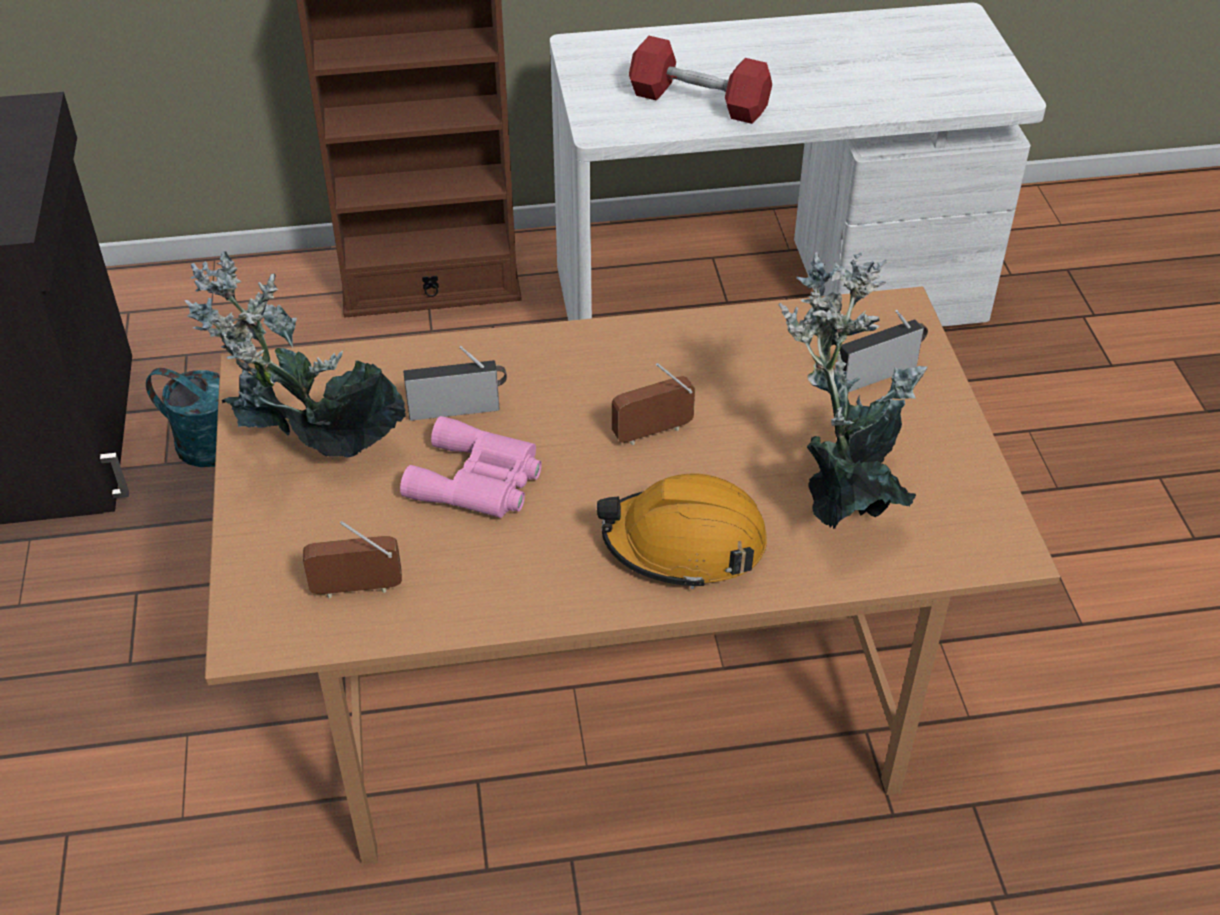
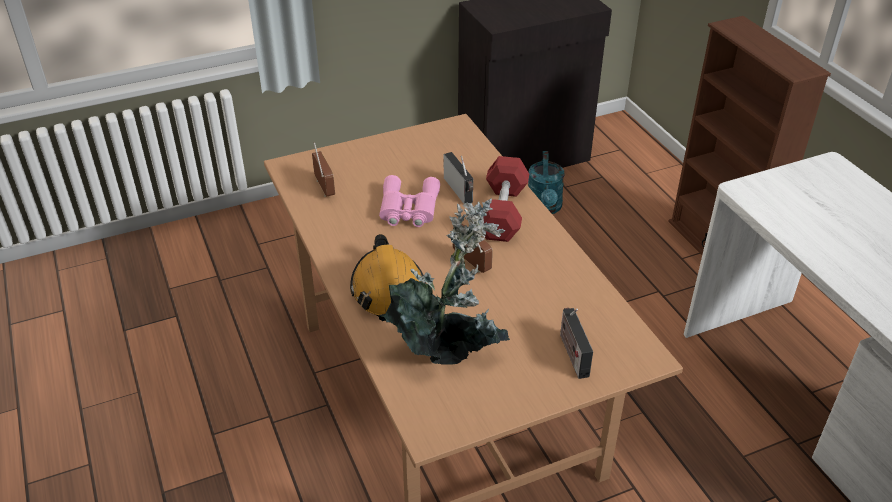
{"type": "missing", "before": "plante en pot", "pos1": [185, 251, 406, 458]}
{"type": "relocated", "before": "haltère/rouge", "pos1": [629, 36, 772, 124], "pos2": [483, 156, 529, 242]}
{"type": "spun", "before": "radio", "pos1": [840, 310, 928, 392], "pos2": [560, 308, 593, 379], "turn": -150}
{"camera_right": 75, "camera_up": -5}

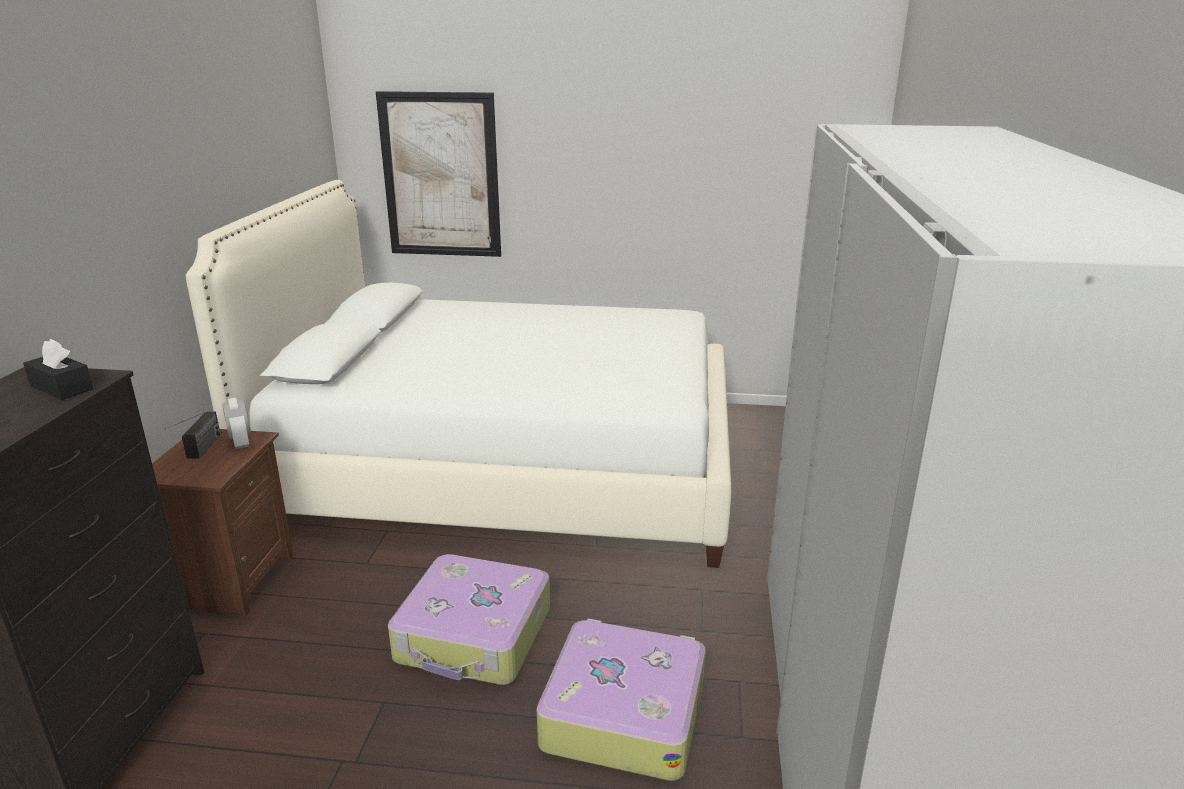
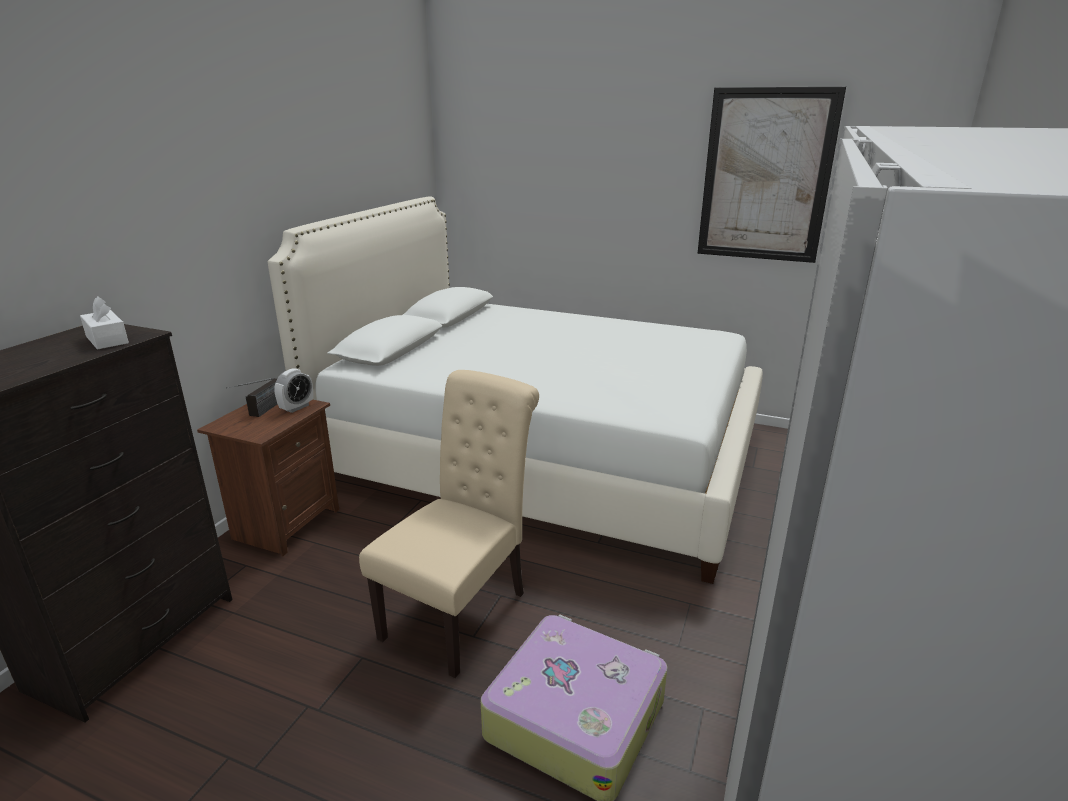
{"type": "colour", "before": "boîte à mouchoirs/noir", "after": "boîte à mouchoirs/blanc", "pos1": [23, 339, 93, 400], "pos2": [80, 296, 129, 349]}
{"type": "spun", "before": "réveil", "pos1": [222, 398, 251, 449], "pos2": [274, 368, 313, 413], "turn": -135}
{"type": "relocated", "before": "tableau", "pos1": [376, 91, 501, 257], "pos2": [697, 87, 846, 263]}
{"type": "exchanged", "before": "valise", "after": "chaise/beige", "pos1": [388, 554, 550, 685], "pos2": [359, 370, 539, 678]}
{"camera_right": 15, "camera_up": 0}

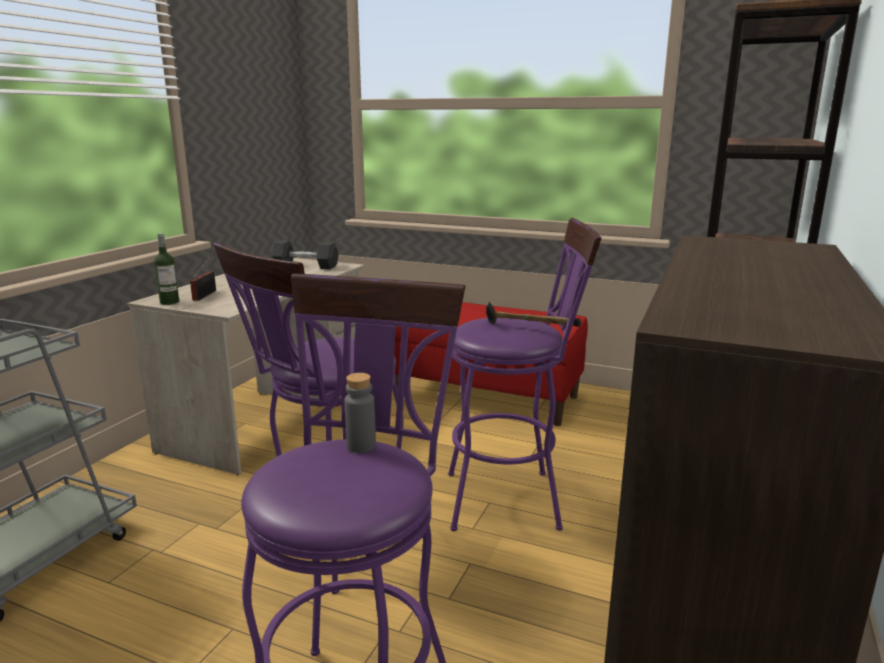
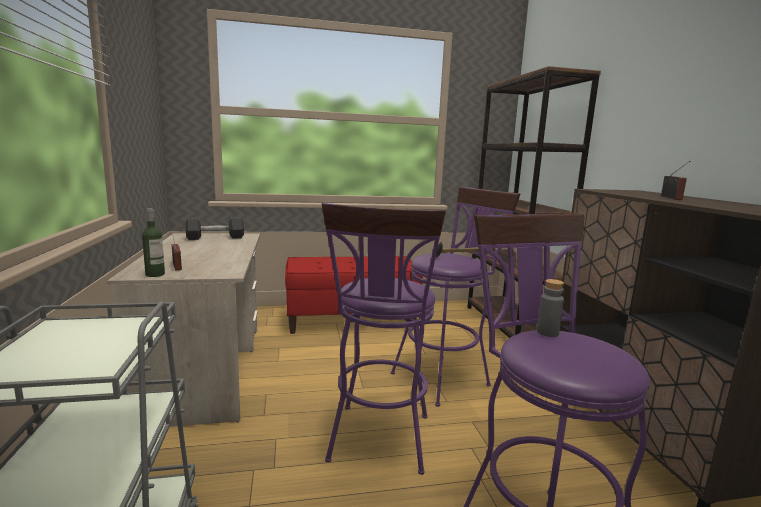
{"type": "appeared", "after": "radio", "pos2": [661, 161, 690, 200]}
{"camera_right": -35, "camera_up": -5}

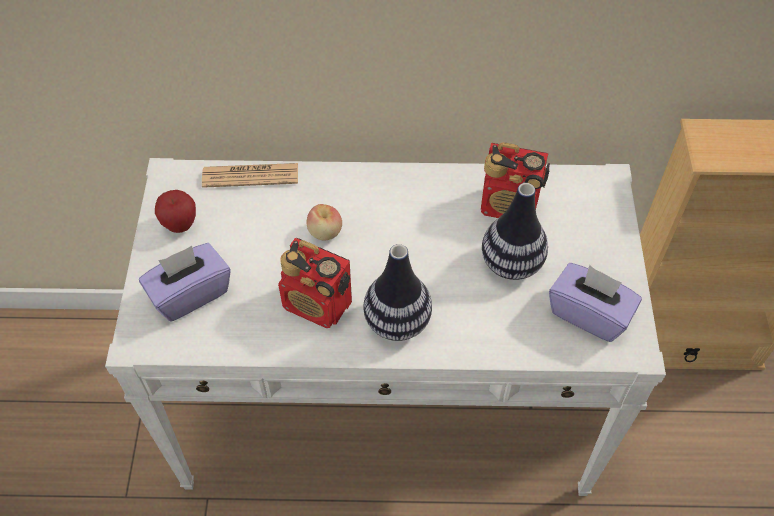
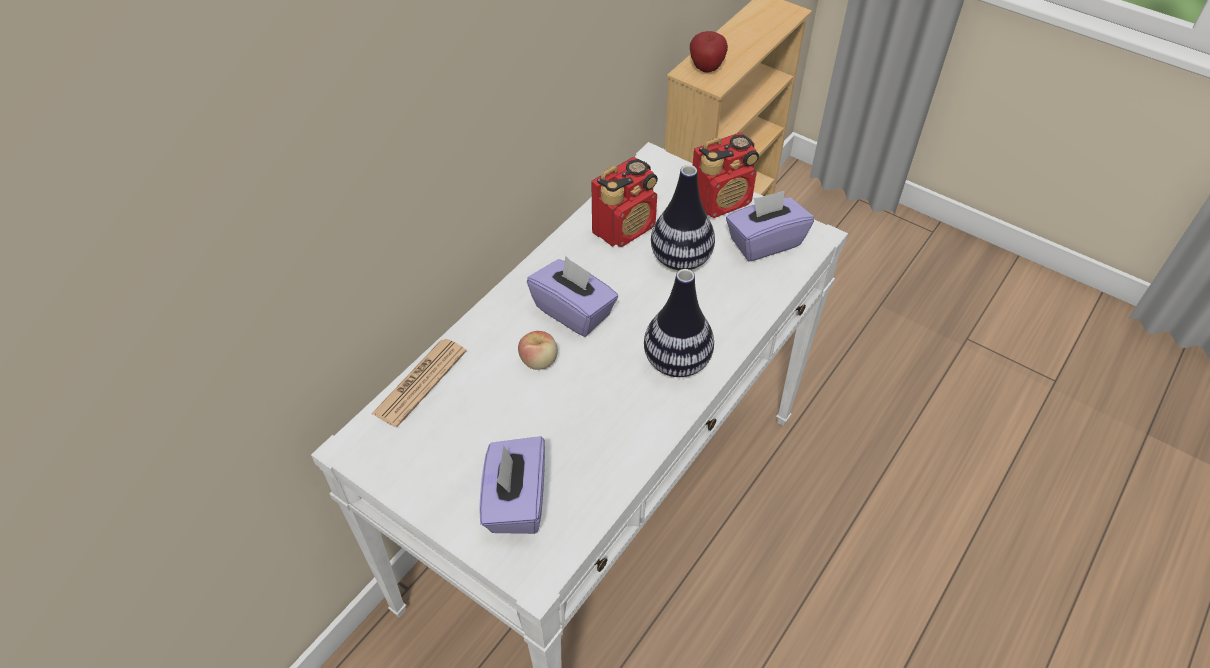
{"type": "relocated", "before": "pomme", "pos1": [155, 190, 196, 233], "pos2": [690, 31, 728, 73]}
{"type": "relocated", "before": "radio", "pos1": [278, 238, 352, 328], "pos2": [692, 132, 759, 218]}
{"type": "appeared", "after": "boîte à mouchoirs/violet", "pos2": [527, 256, 618, 337]}
{"camera_right": -55, "camera_up": -5}

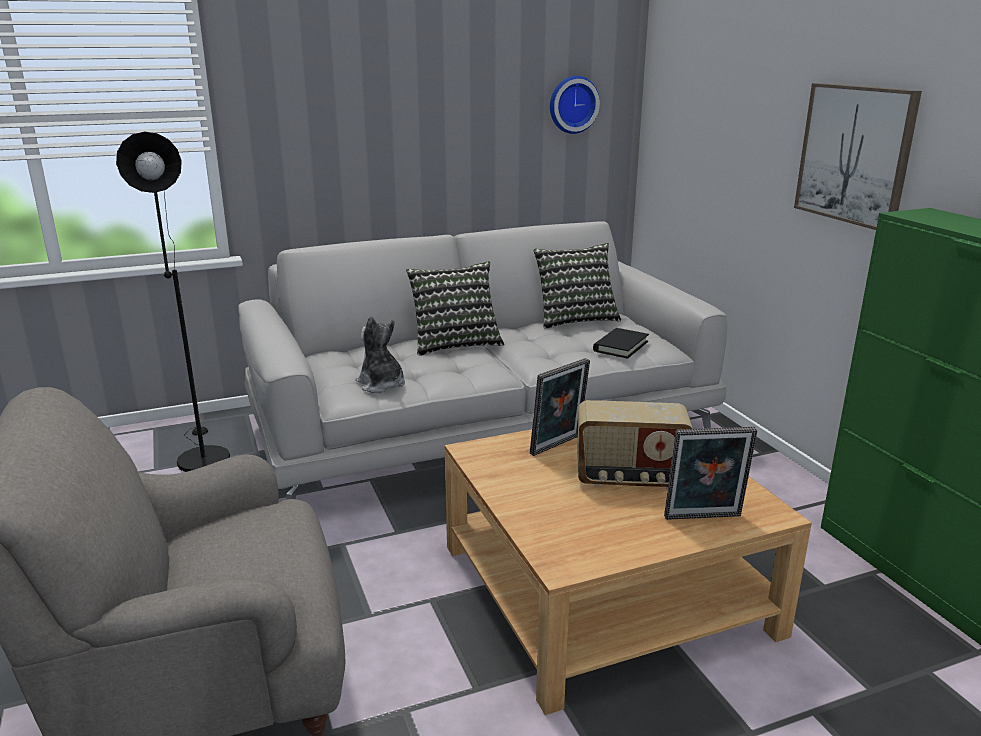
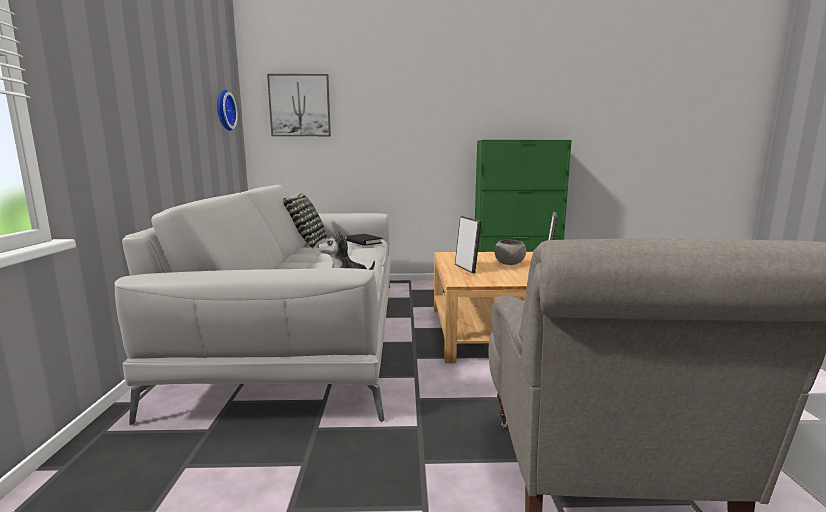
{"type": "missing", "before": "lampadaire/noir", "pos1": [116, 132, 230, 472]}
{"type": "missing", "before": "coussin", "pos1": [406, 261, 504, 356]}
{"type": "exchanged", "before": "radio", "after": "bol/gris", "pos1": [577, 400, 693, 490], "pos2": [495, 240, 526, 265]}
{"type": "relocated", "before": "tableau", "pos1": [794, 83, 922, 230], "pos2": [267, 74, 331, 136]}
{"camera_right": -70, "camera_up": -10}

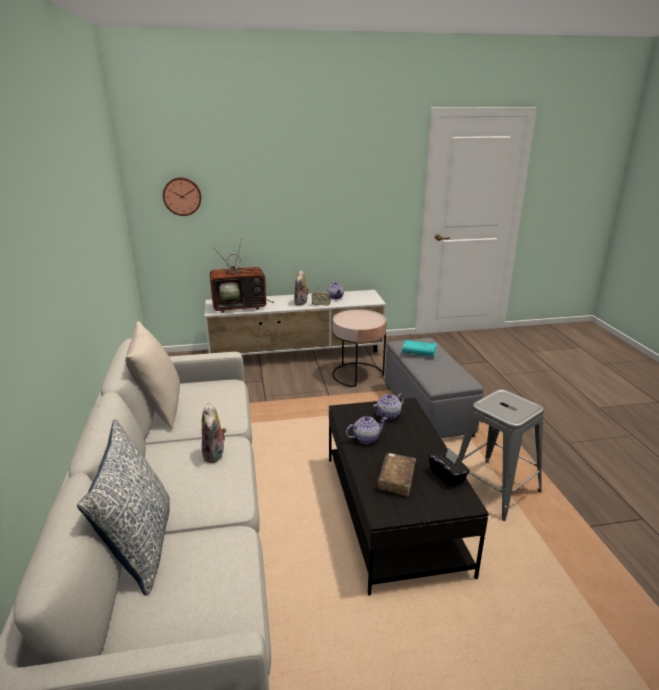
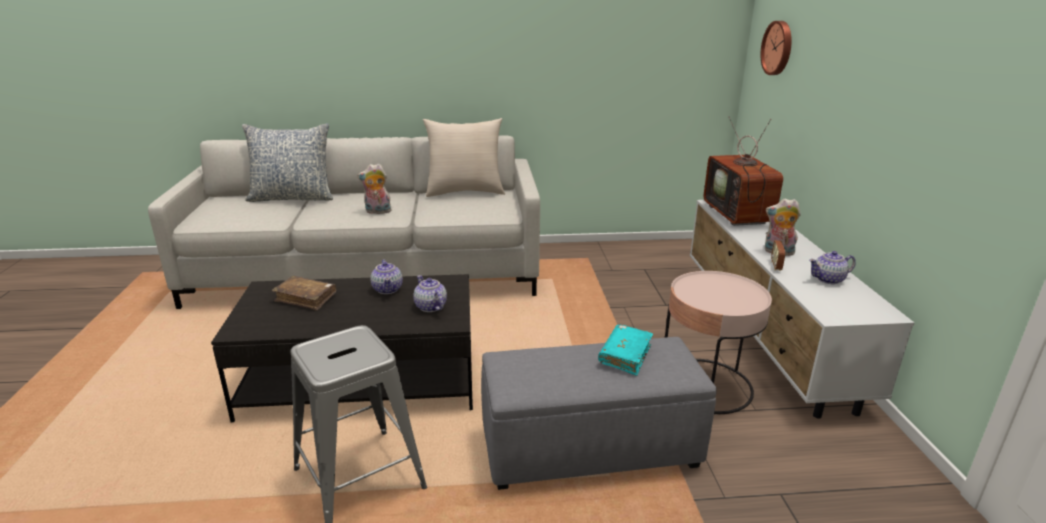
{"type": "missing", "before": "boîte à mouchoirs/noir", "pos1": [429, 447, 470, 487]}
{"camera_right": 95, "camera_up": 0}

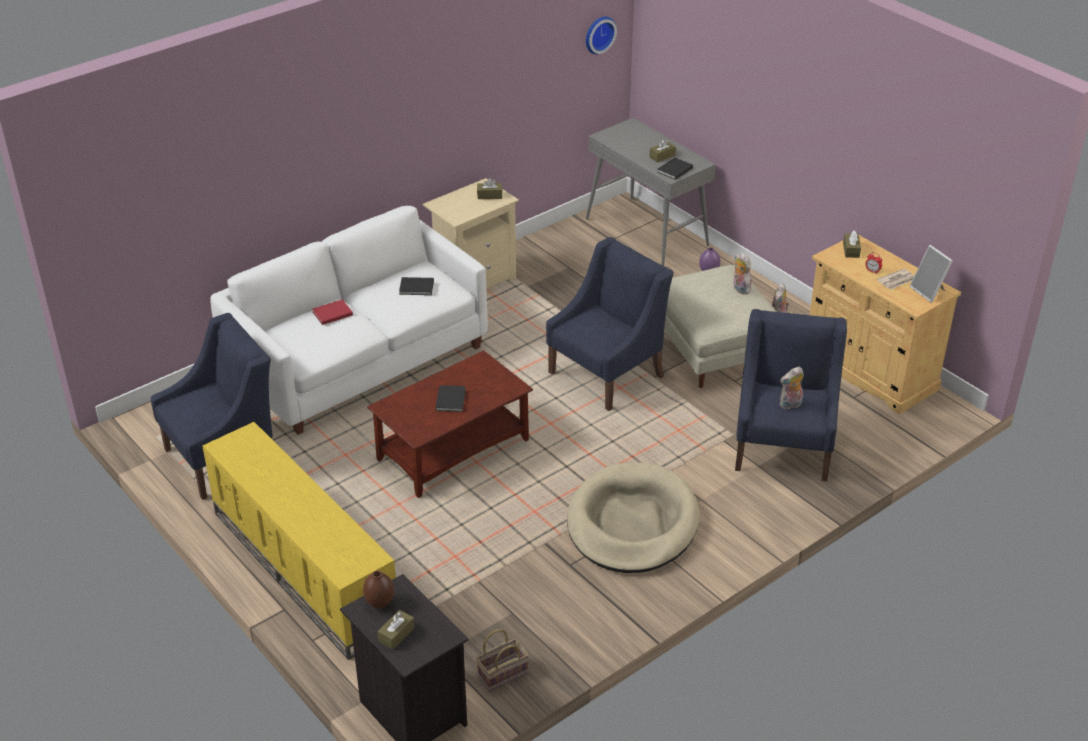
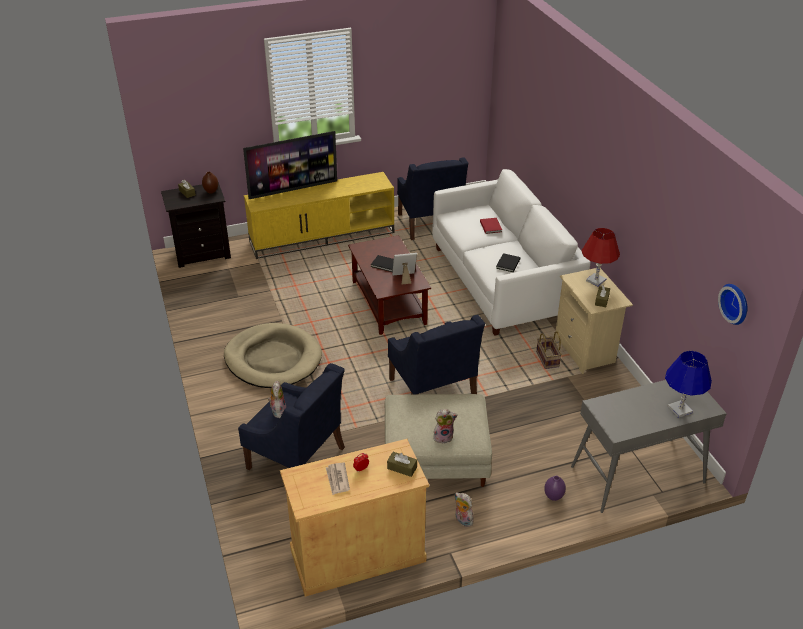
{"type": "relocated", "before": "panier", "pos1": [476, 629, 529, 691], "pos2": [536, 331, 562, 369]}
{"type": "missing", "before": "boîte à mouchoirs/marron", "pos1": [649, 139, 676, 163]}
{"type": "missing", "before": "livre/noir", "pos1": [657, 158, 693, 180]}
{"type": "relocated", "before": "cadre photo", "pos1": [910, 245, 953, 303], "pos2": [392, 253, 417, 285]}
{"type": "appeared", "after": "téléviseur", "pos2": [243, 131, 337, 199]}
{"type": "appeared", "after": "lampe de table/rouge", "pos2": [582, 228, 620, 287]}
{"type": "appeared", "after": "lampe de table/bleu", "pos2": [665, 351, 712, 418]}
{"camera_right": 110, "camera_up": 0}

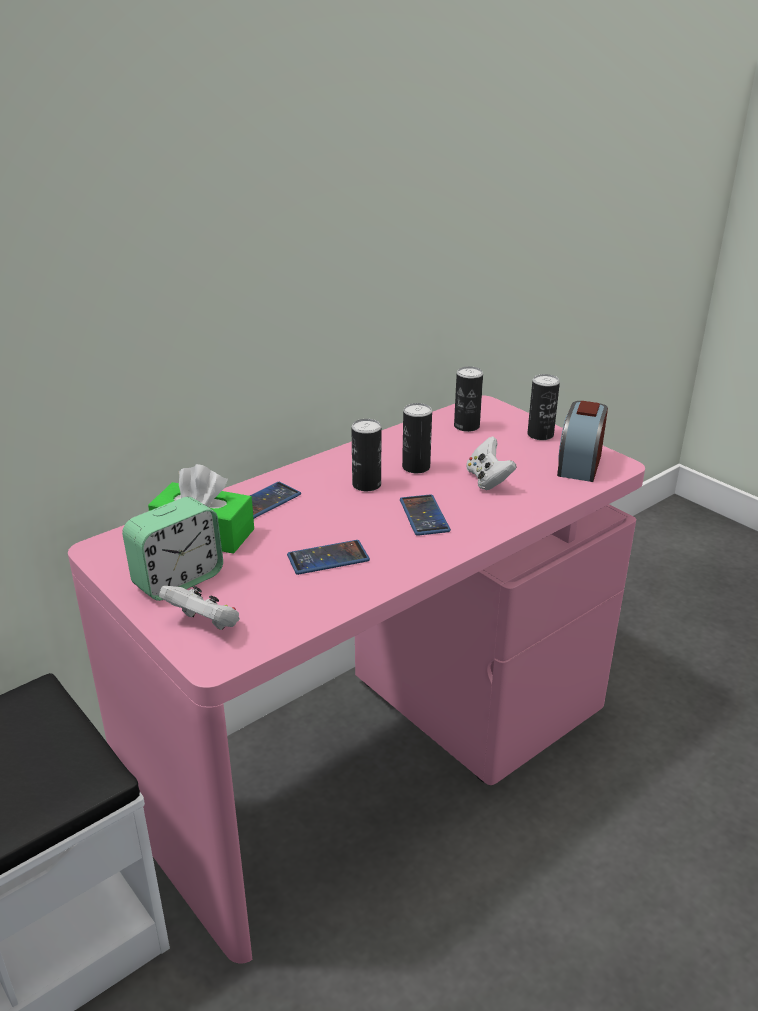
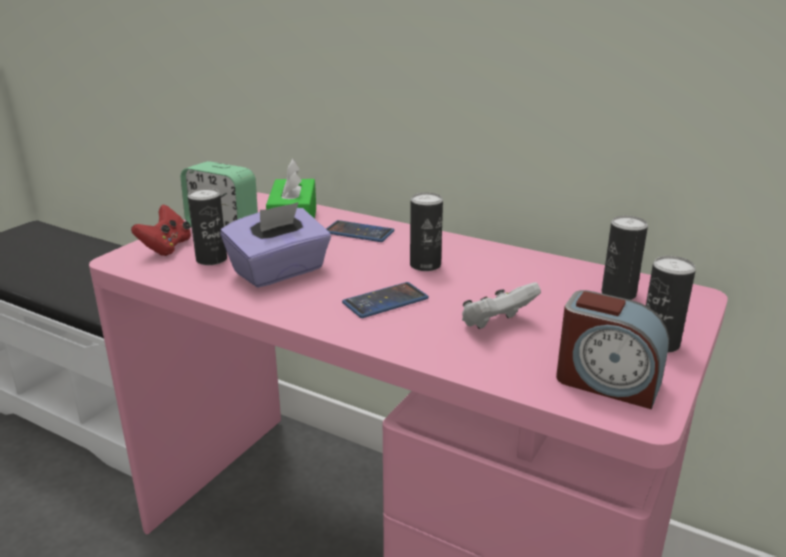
{"type": "colour", "before": "manette/blanc", "after": "manette/rouge", "pos1": [159, 586, 240, 630], "pos2": [131, 204, 191, 256]}
{"type": "exchanged", "before": "téléphone", "after": "boîte à mouchoirs/violet", "pos1": [287, 540, 370, 575], "pos2": [221, 202, 331, 288]}
{"type": "relocated", "before": "boîte métallique", "pos1": [402, 403, 432, 473], "pos2": [188, 188, 227, 265]}
{"type": "spun", "before": "réveil", "pos1": [557, 401, 608, 482], "pos2": [556, 290, 669, 409], "turn": -150}
{"camera_right": 70, "camera_up": -5}

